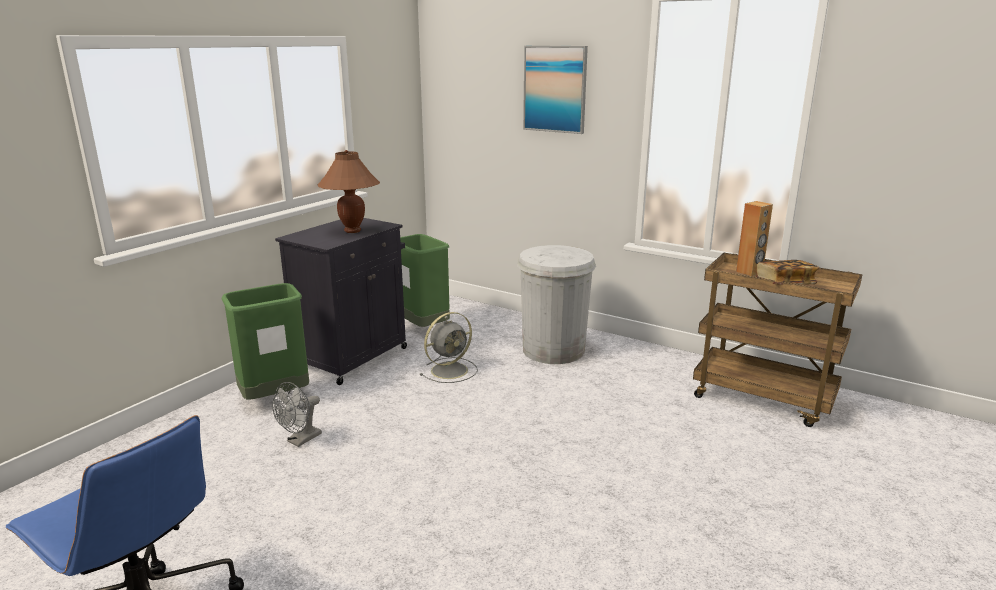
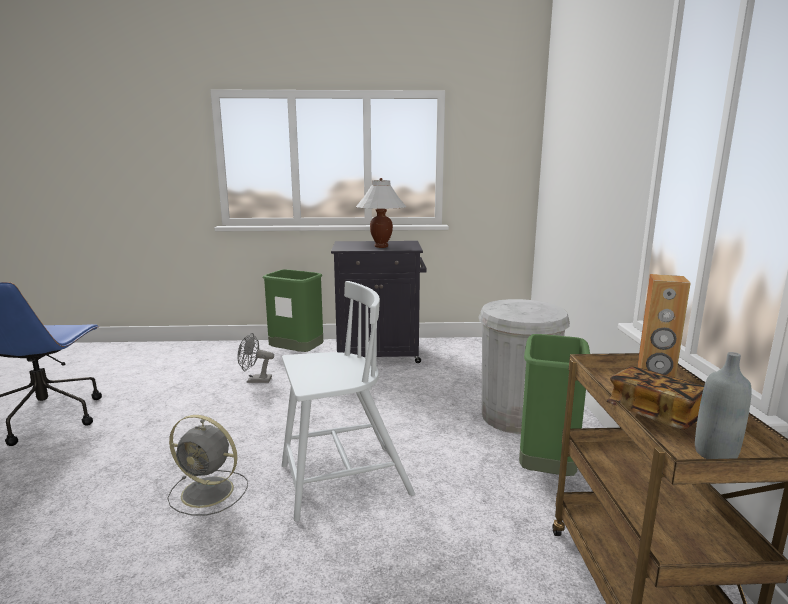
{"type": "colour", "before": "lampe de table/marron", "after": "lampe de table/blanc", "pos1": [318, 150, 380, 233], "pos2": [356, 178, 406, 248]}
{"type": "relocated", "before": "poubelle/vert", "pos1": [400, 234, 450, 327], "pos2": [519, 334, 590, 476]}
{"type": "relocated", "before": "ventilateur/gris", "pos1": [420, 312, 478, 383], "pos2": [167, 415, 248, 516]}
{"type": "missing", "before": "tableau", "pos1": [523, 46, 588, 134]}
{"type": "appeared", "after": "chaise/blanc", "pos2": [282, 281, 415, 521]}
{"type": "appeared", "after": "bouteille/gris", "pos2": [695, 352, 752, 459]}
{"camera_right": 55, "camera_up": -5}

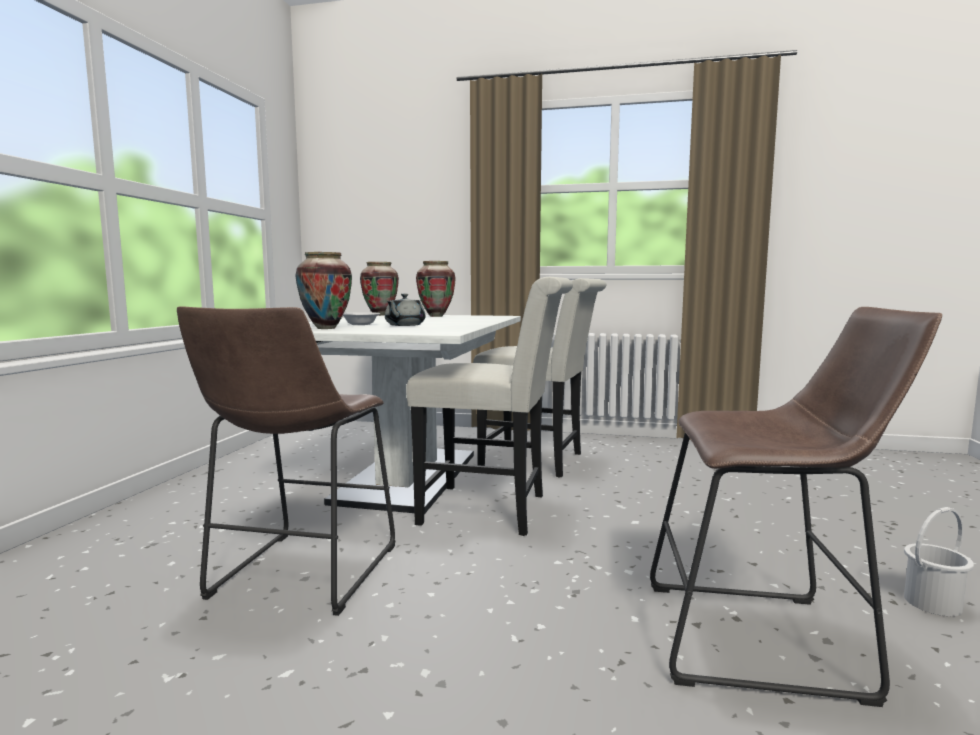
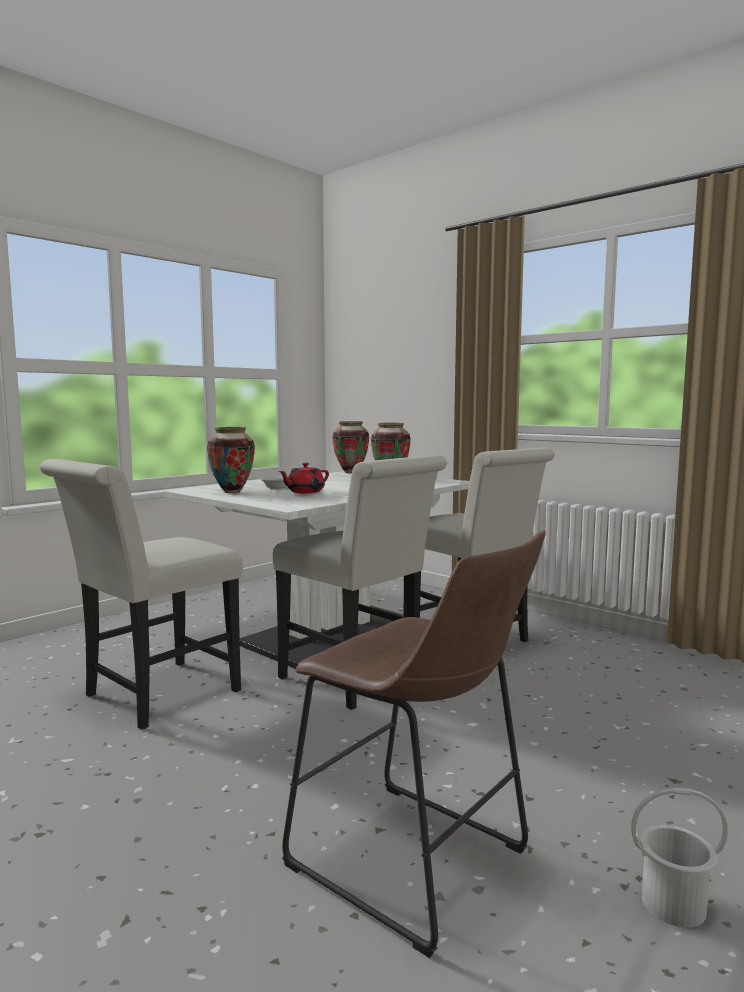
{"type": "exchanged", "before": "tabouret/marron", "after": "chaise/blanc", "pos1": [177, 306, 396, 616], "pos2": [40, 459, 243, 730]}
{"type": "colour", "before": "théière/gris", "after": "théière/rouge", "pos1": [385, 294, 425, 326], "pos2": [278, 463, 329, 493]}
{"camera_right": 30, "camera_up": 0}

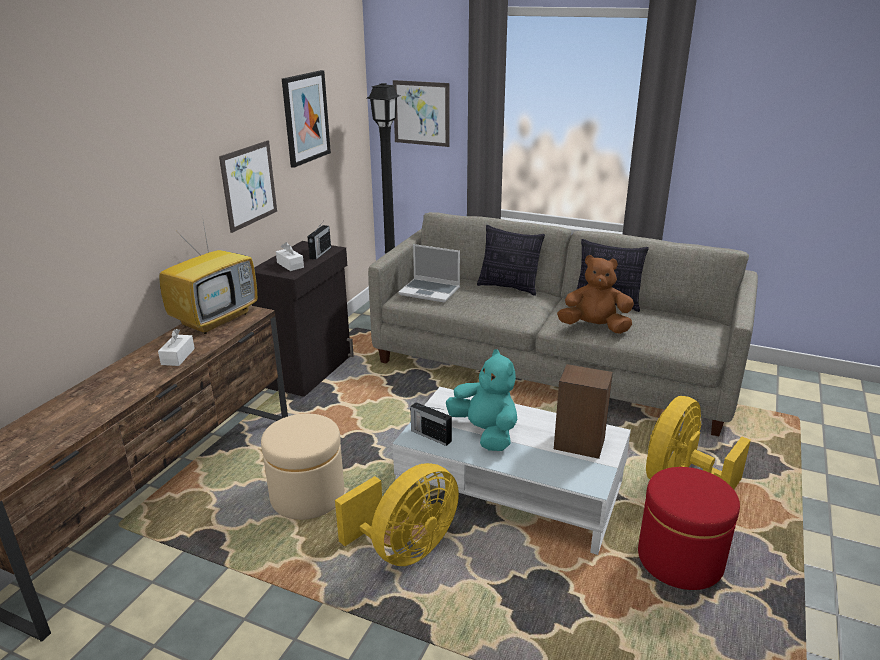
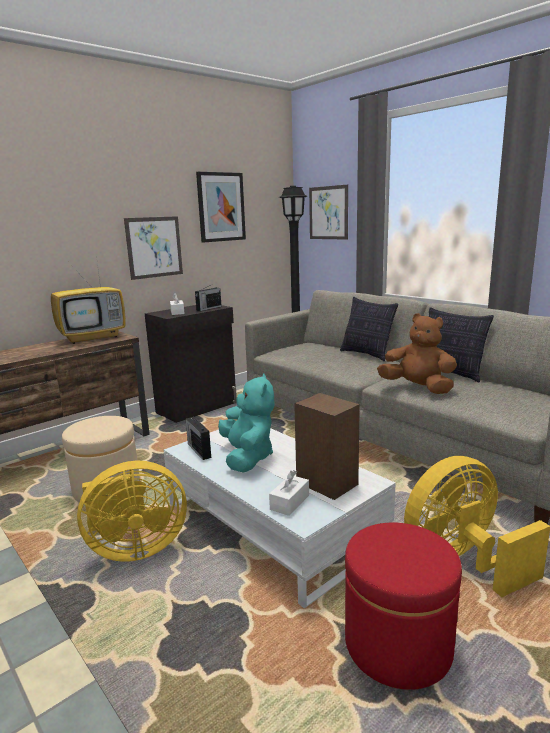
{"type": "relocated", "before": "boîte à mouchoirs/blanc", "pos1": [158, 329, 195, 366], "pos2": [269, 470, 309, 516]}
{"type": "missing", "before": "ordinateur portable", "pos1": [398, 244, 460, 302]}
{"camera_right": 25, "camera_up": -10}

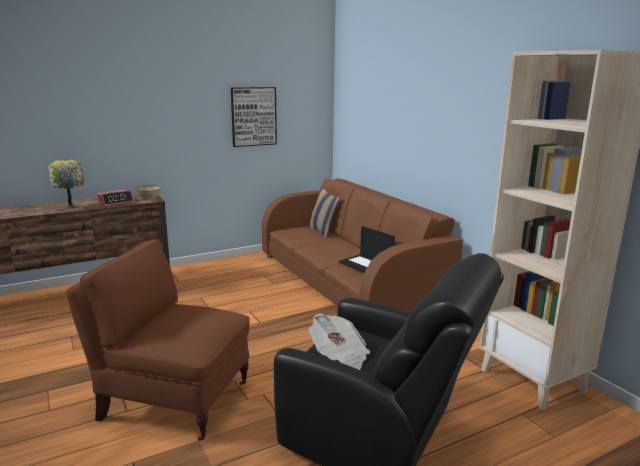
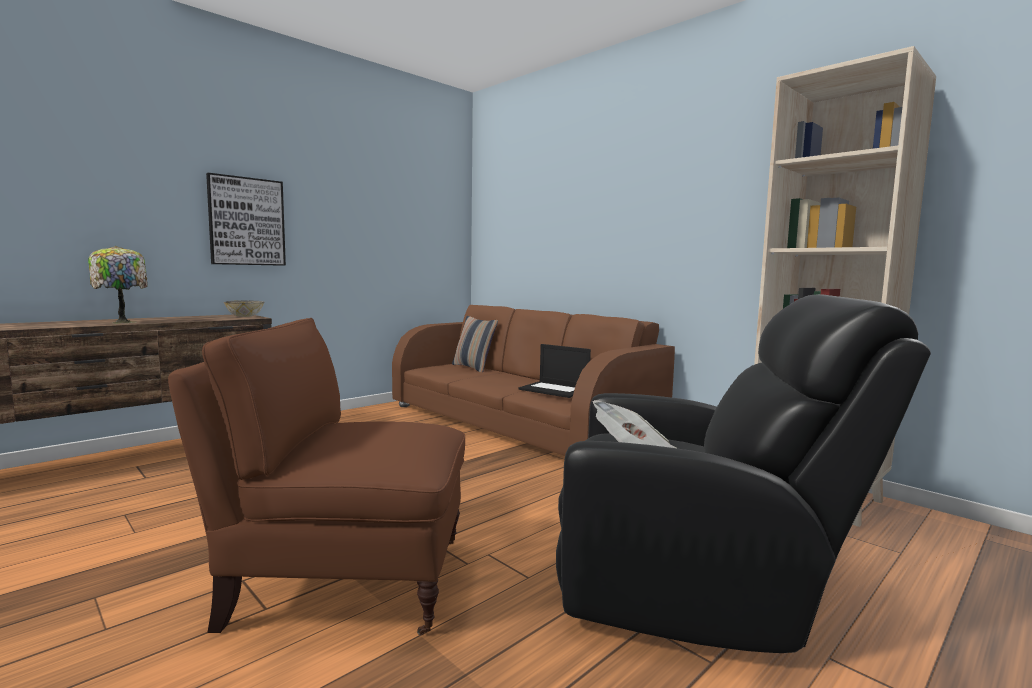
{"type": "missing", "before": "réveil", "pos1": [97, 190, 134, 207]}
{"type": "relocated", "before": "tableau", "pos1": [231, 87, 277, 147], "pos2": [206, 173, 286, 266]}
{"camera_right": -15, "camera_up": -10}

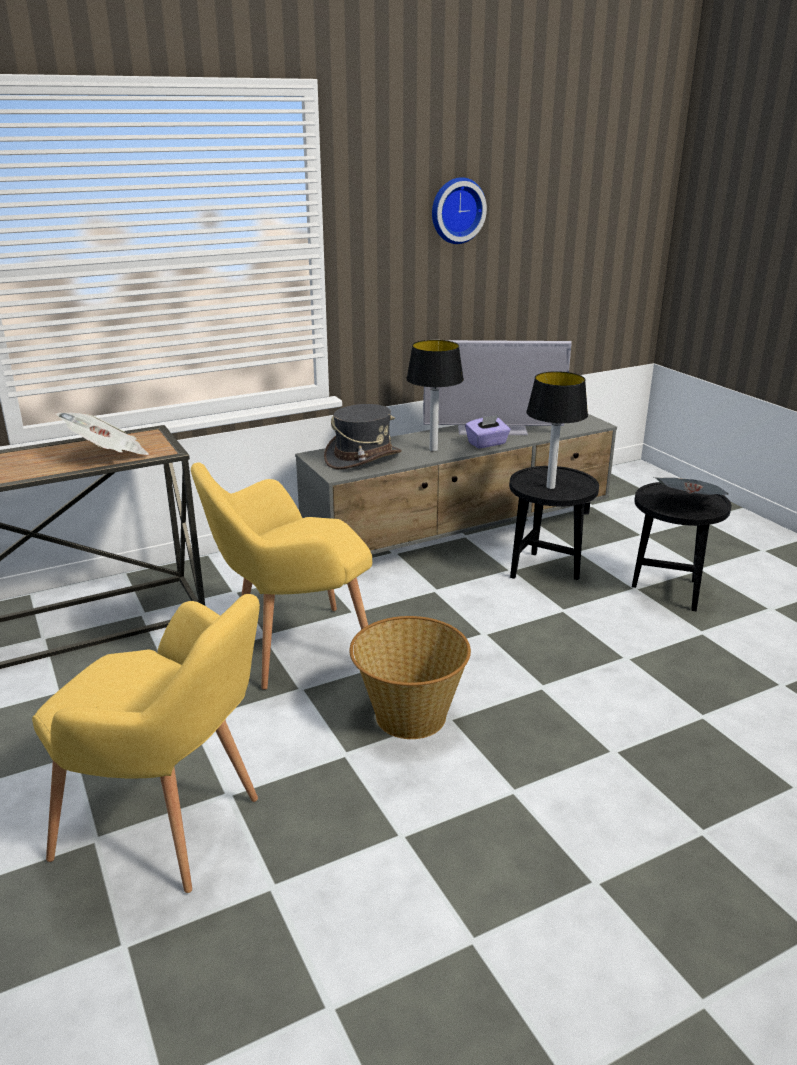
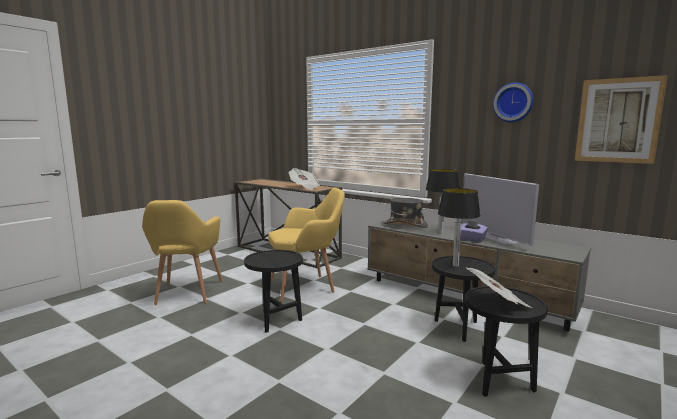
{"type": "spun", "before": "fauteuil/jaune", "pos1": [191, 462, 372, 690], "pos2": [268, 188, 345, 302], "turn": 120}
{"type": "exchanged", "before": "panier", "after": "table d'appoint/noir", "pos1": [349, 616, 471, 739], "pos2": [244, 250, 303, 333]}
{"type": "appeared", "after": "tableau", "pos2": [575, 75, 668, 164]}
{"camera_right": 65, "camera_up": -15}

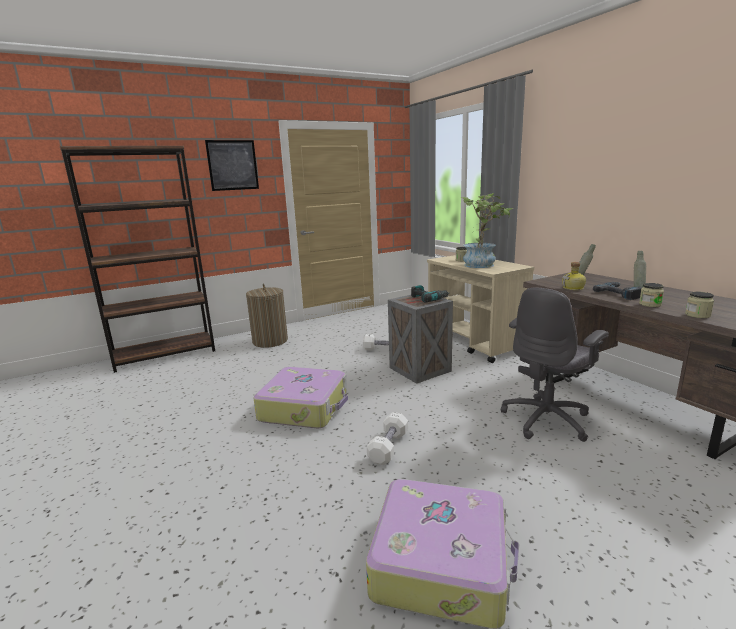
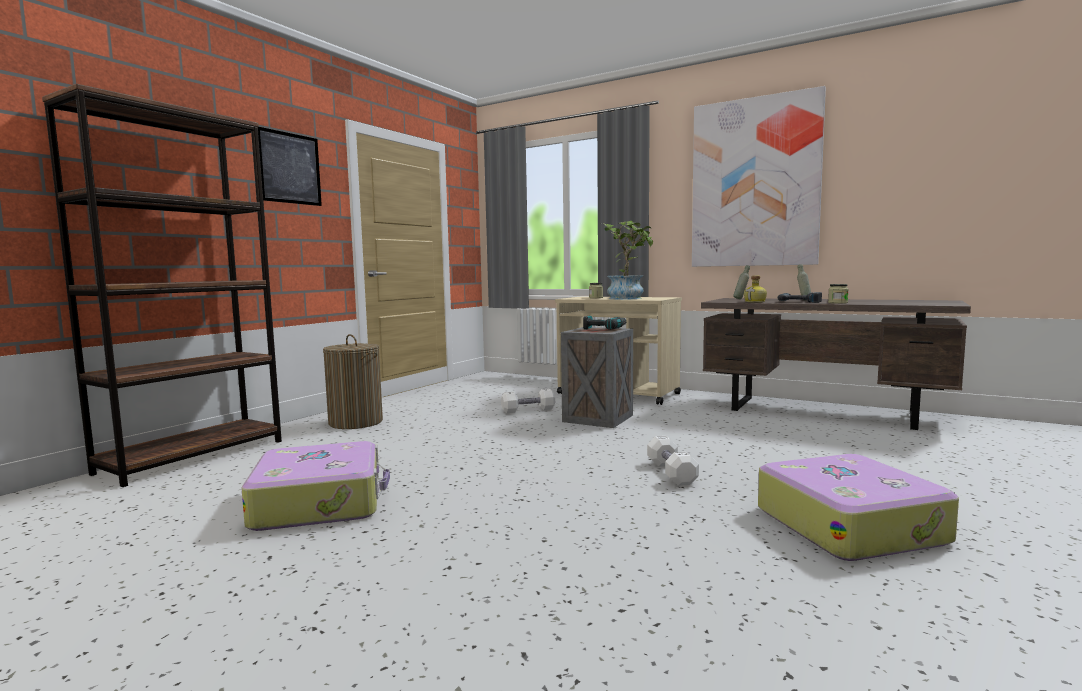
{"type": "relocated", "before": "valise", "pos1": [253, 367, 348, 428], "pos2": [242, 441, 390, 531]}
{"type": "missing", "before": "chaise de bureau/gris", "pos1": [501, 288, 609, 442]}
{"type": "missing", "before": "bocal", "pos1": [685, 292, 714, 318]}
{"type": "appeared", "after": "tableau", "pos2": [692, 86, 826, 267]}
{"camera_right": -30, "camera_up": -10}

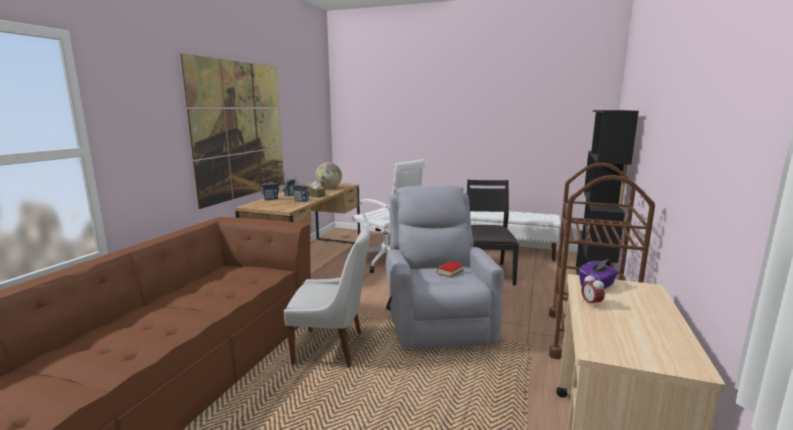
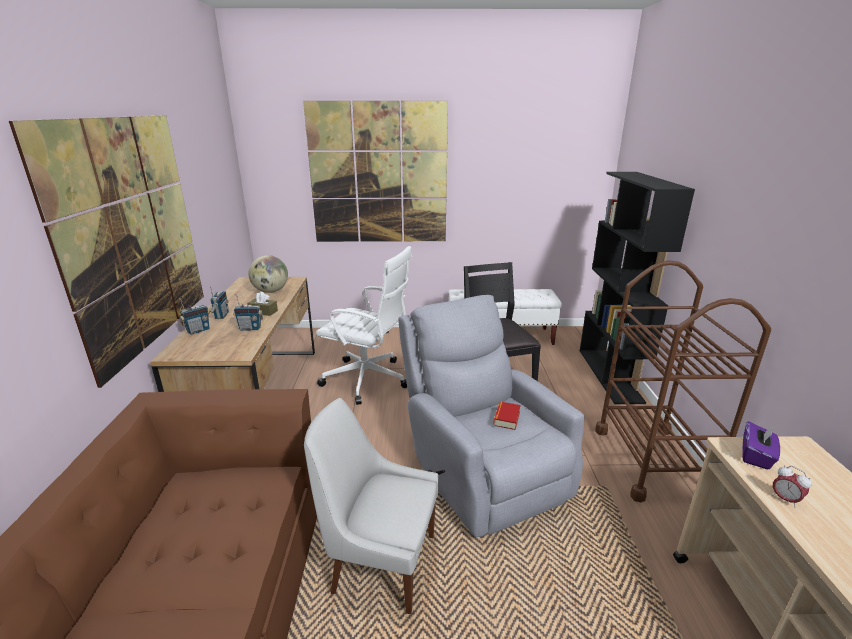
{"type": "spun", "before": "chaise/blanc", "pos1": [284, 228, 370, 367], "pos2": [304, 398, 439, 614], "turn": -150}
{"type": "appeared", "after": "tableau", "pos2": [303, 101, 448, 242]}
{"camera_right": -20, "camera_up": 10}

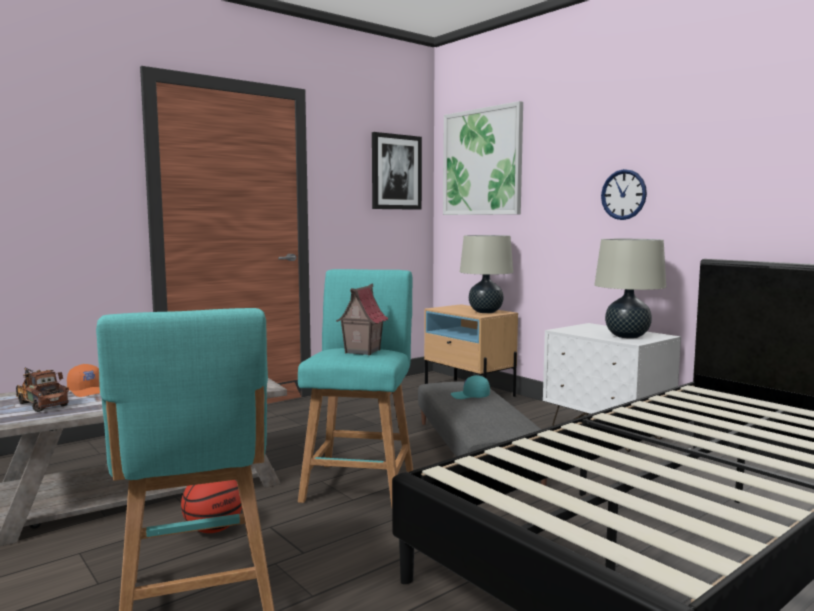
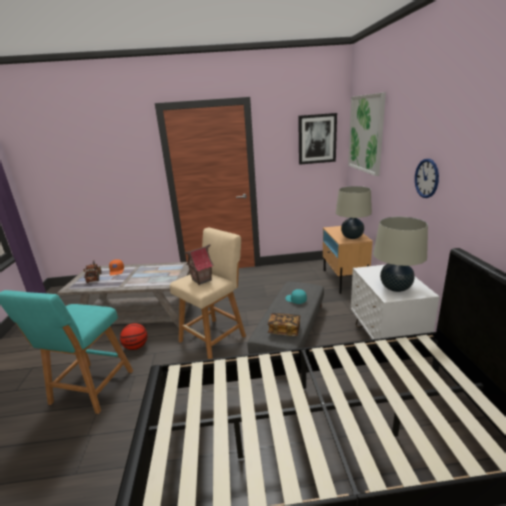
{"type": "colour", "before": "tabouret/turquoise", "after": "tabouret/beige", "pos1": [298, 269, 413, 507], "pos2": [170, 228, 246, 359]}
{"type": "appeared", "after": "livre", "pos2": [268, 313, 300, 336]}
{"camera_right": 35, "camera_up": 15}

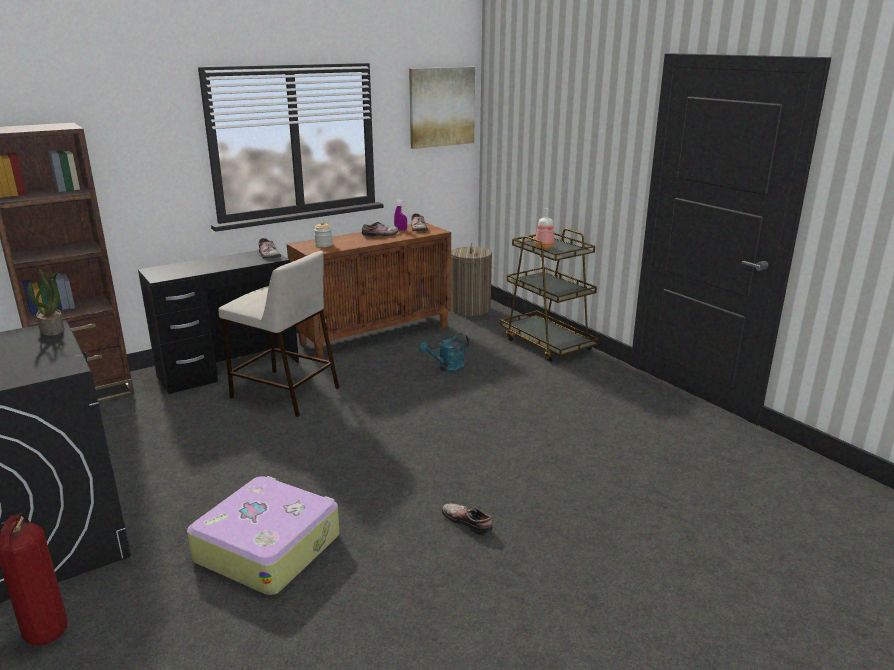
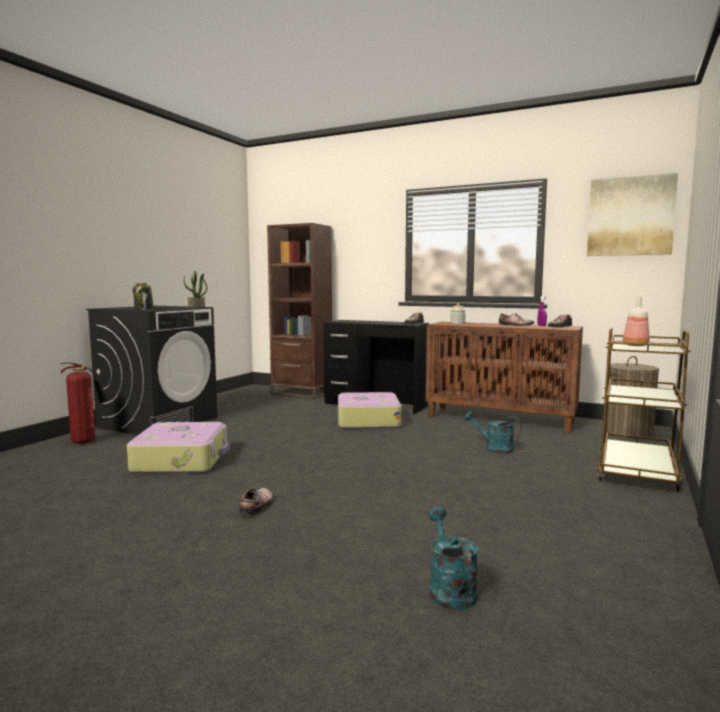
{"type": "exchanged", "before": "tabouret/beige", "after": "valise", "pos1": [218, 251, 339, 417], "pos2": [338, 392, 402, 429]}
{"type": "appeared", "after": "bocal", "pos2": [132, 283, 154, 310]}
{"type": "appeared", "after": "arrosoir/turquoise", "pos2": [428, 507, 478, 610]}
{"camera_right": 60, "camera_up": -15}

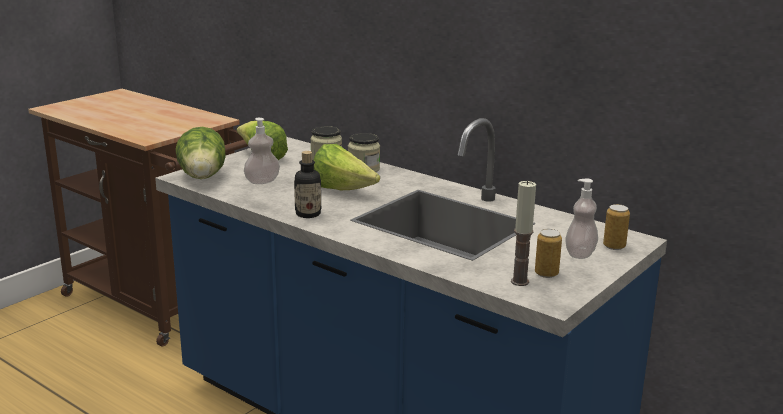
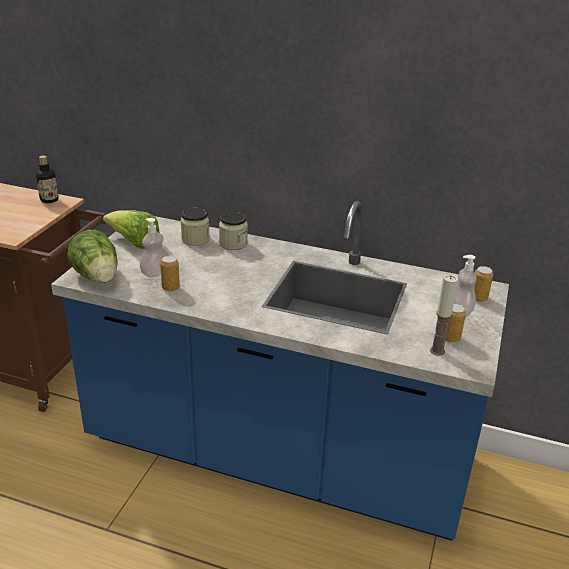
{"type": "relocated", "before": "bouteille", "pos1": [294, 151, 321, 218], "pos2": [36, 155, 59, 203]}
{"type": "missing", "before": "laitue", "pos1": [314, 144, 380, 190]}
{"type": "appeared", "after": "boîte métallique", "pos2": [160, 255, 180, 291]}
{"camera_right": -20, "camera_up": 10}

